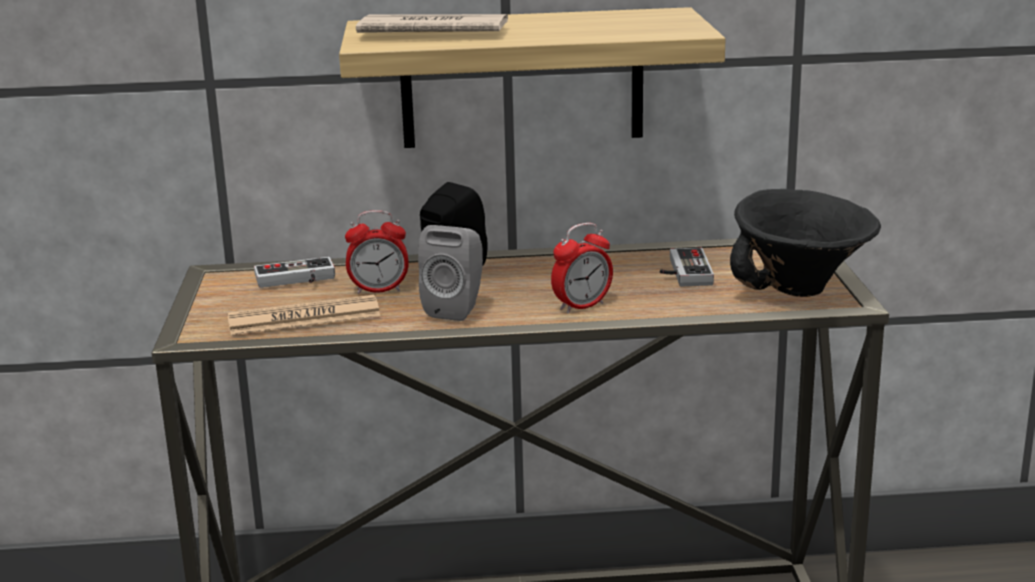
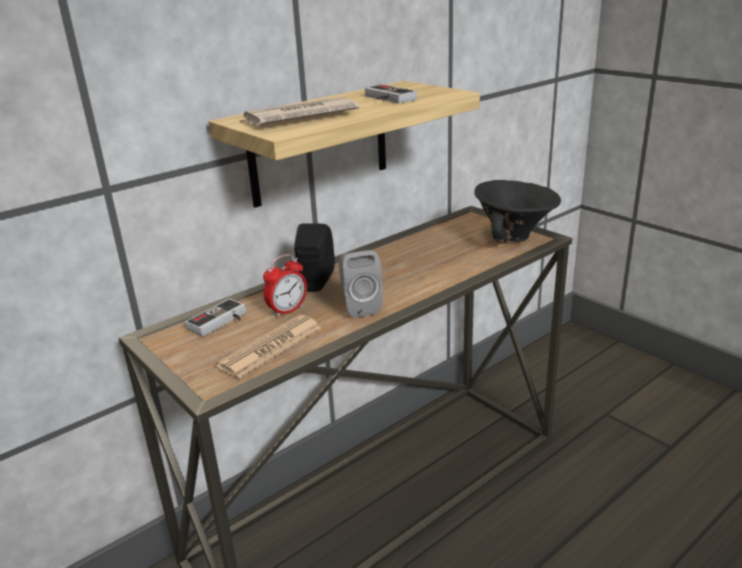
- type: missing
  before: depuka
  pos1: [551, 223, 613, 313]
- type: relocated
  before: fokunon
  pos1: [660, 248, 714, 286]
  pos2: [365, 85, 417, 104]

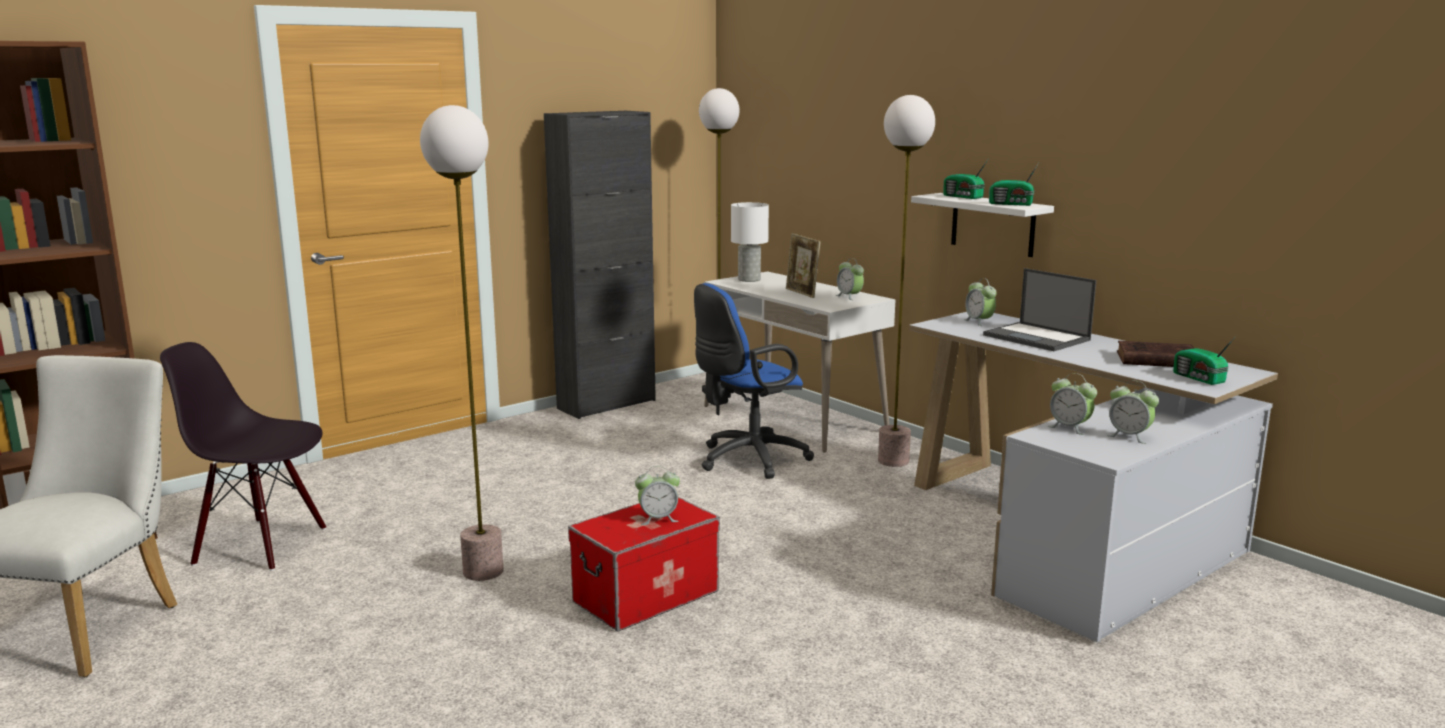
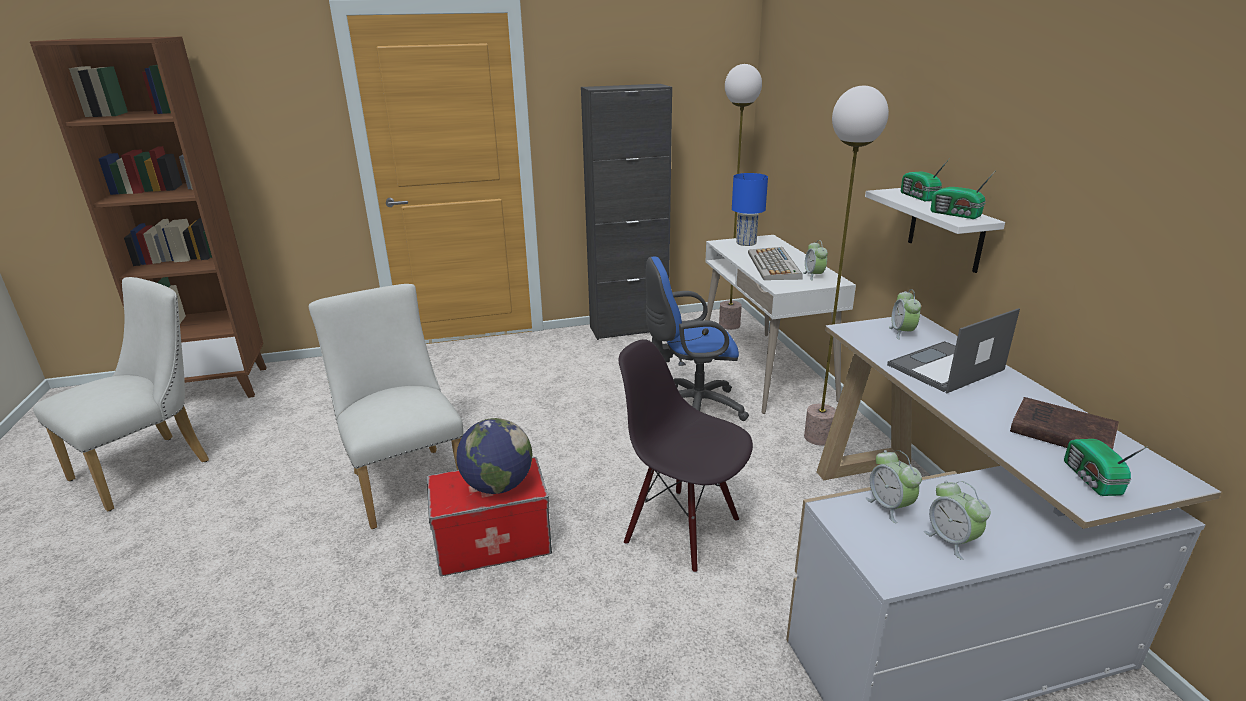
- type: relocated
  before: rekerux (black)
  pos1: [160, 342, 326, 571]
  pos2: [619, 339, 753, 573]
- type: exchanged
  before: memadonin
  after: rekerux (white)
  pos1: [420, 105, 503, 581]
  pos2: [309, 284, 464, 529]
- type: exchanged
  before: depuka
  after: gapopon
  pos1: [635, 466, 680, 525]
  pos2: [457, 418, 532, 494]
- type: colour
  before: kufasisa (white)
  after: kufasisa (blue)
  pos1: [731, 202, 769, 282]
  pos2: [732, 173, 768, 246]
- type: exchanged
  before: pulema
  after: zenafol
  pos1: [786, 233, 821, 298]
  pos2: [748, 247, 803, 280]
- type: spun
  before: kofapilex
  pos1: [983, 268, 1096, 351]
  pos2: [887, 308, 1020, 393]
  turn: 75

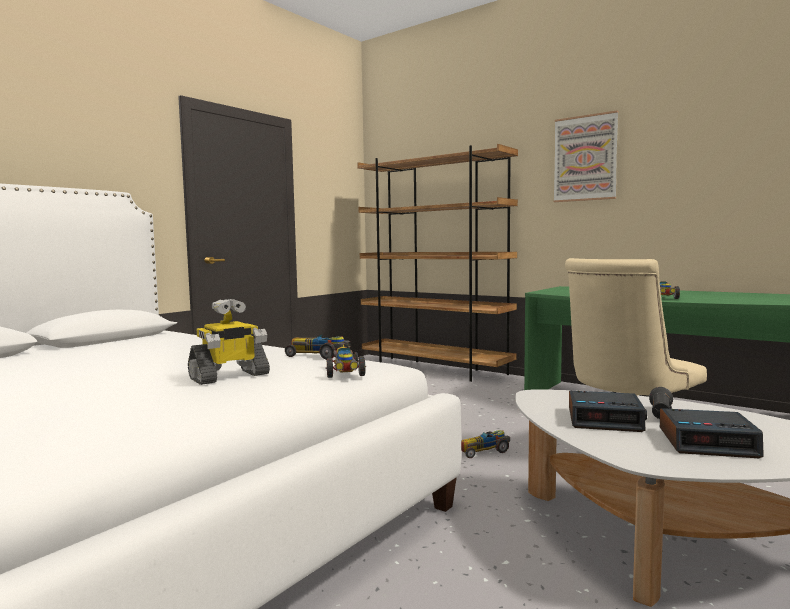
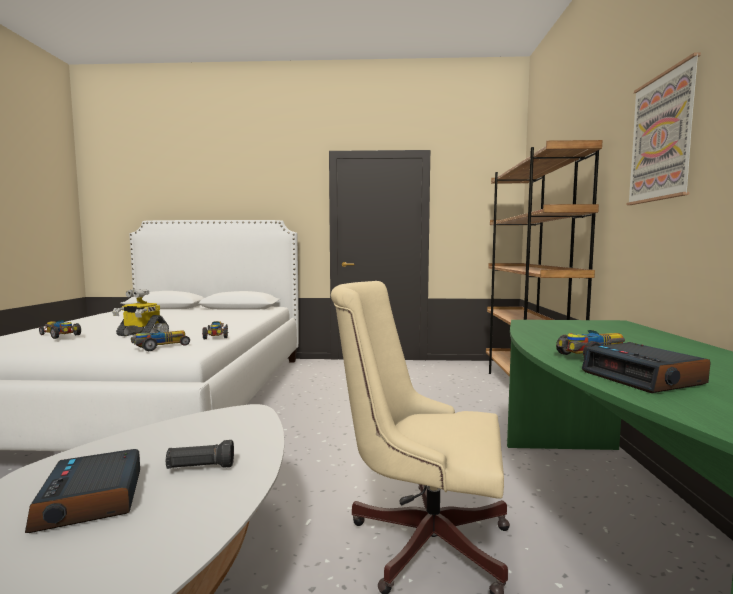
- type: relocated
  before: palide
  pos1: [461, 430, 510, 458]
  pos2: [39, 320, 81, 339]
- type: relocated
  before: depuka
  pos1: [569, 391, 647, 432]
  pos2: [582, 342, 711, 393]

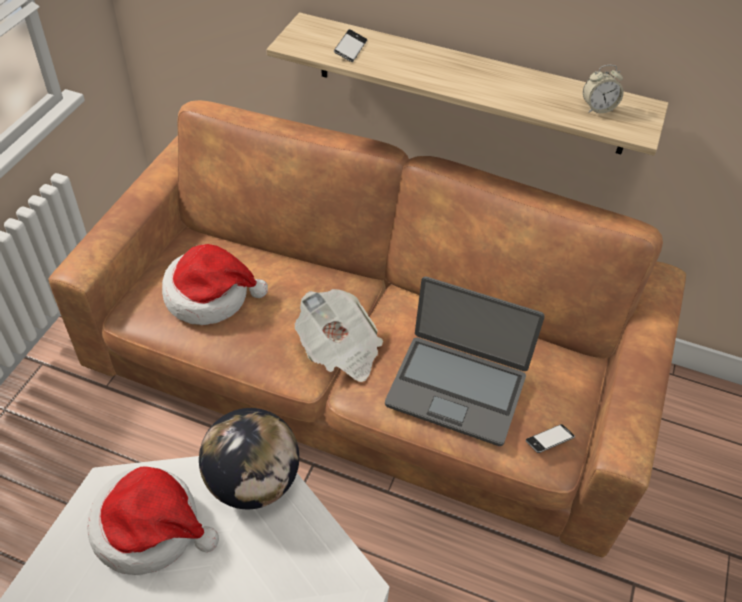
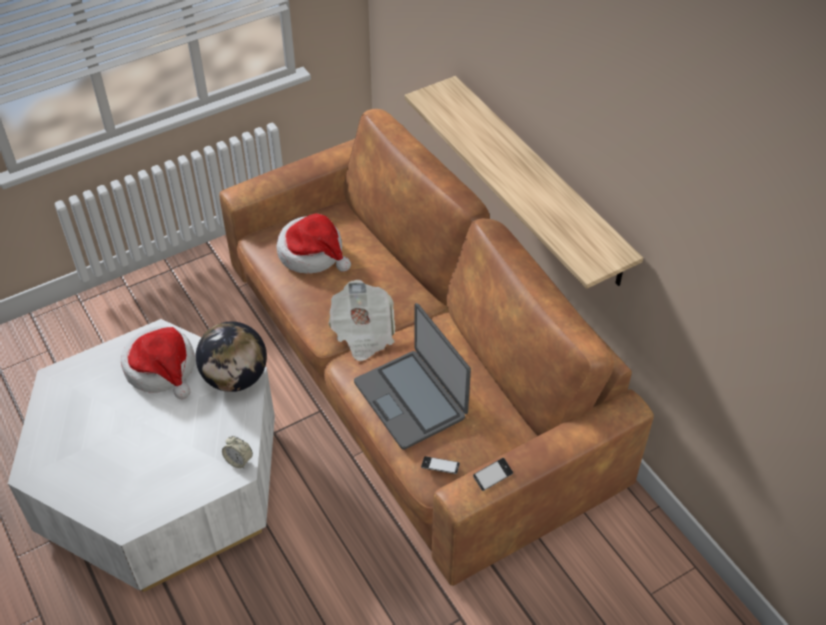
- type: relocated
  before: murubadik
  pos1: [334, 29, 367, 62]
  pos2: [473, 458, 513, 491]
- type: relocated
  before: depuka
  pos1: [583, 65, 624, 113]
  pos2: [222, 436, 253, 468]

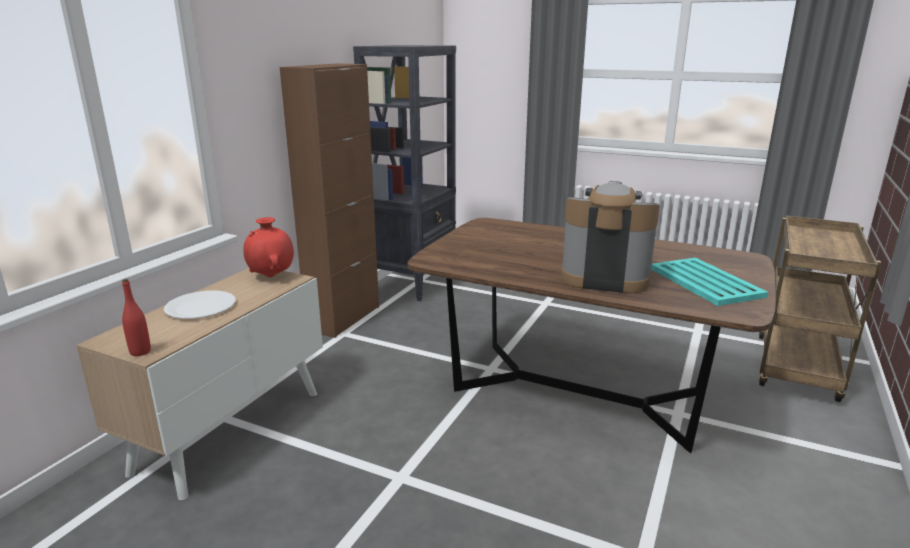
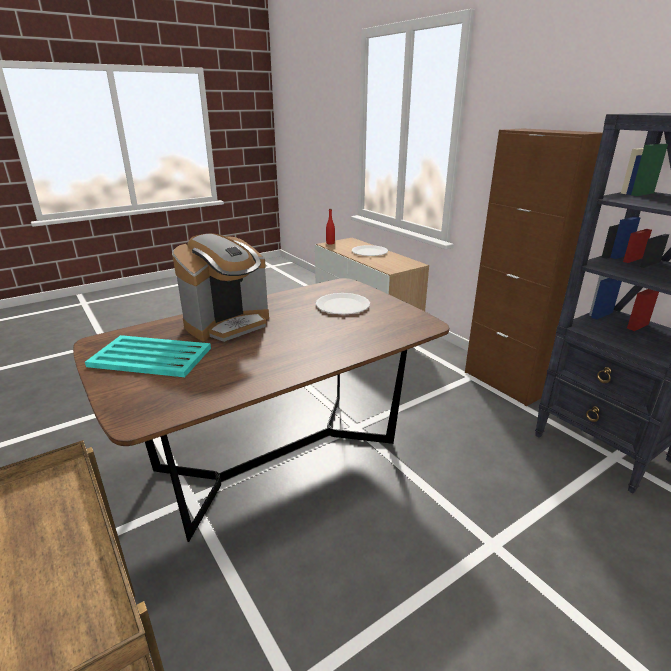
- type: missing
  before: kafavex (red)
  pos1: [243, 217, 294, 277]
- type: appeared
  after: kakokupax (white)
  pos2: [316, 293, 370, 314]

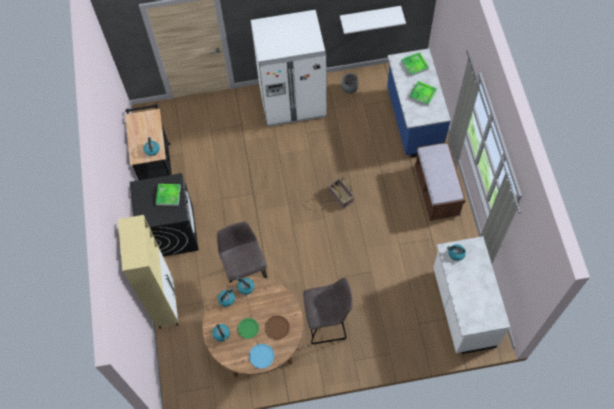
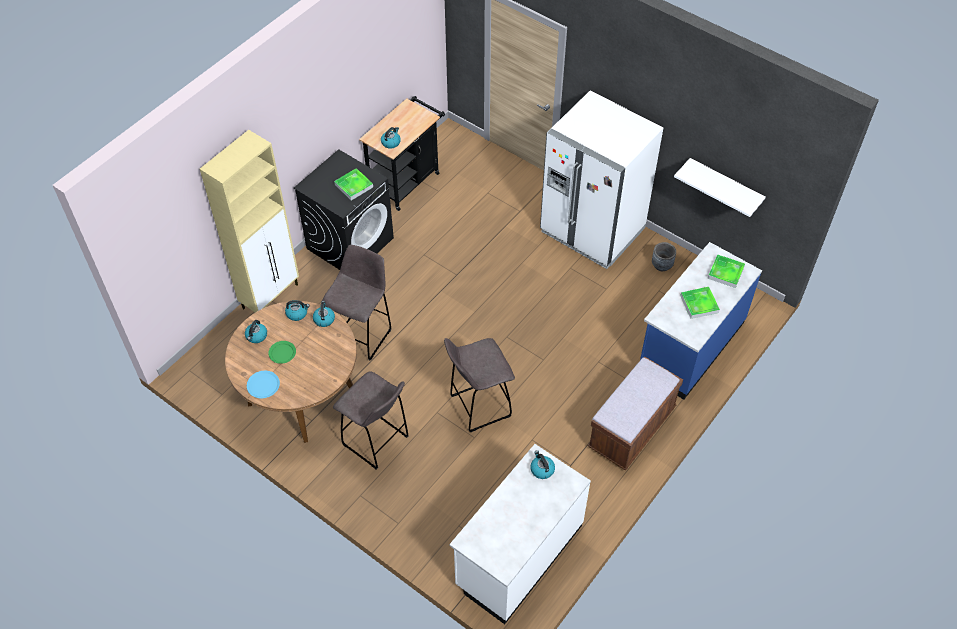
- type: missing
  before: kakokupax (brown)
  pos1: [265, 315, 290, 340]
- type: missing
  before: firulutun
  pos1: [328, 177, 355, 209]
- type: appeared
  after: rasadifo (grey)
  pos2: [444, 338, 515, 432]

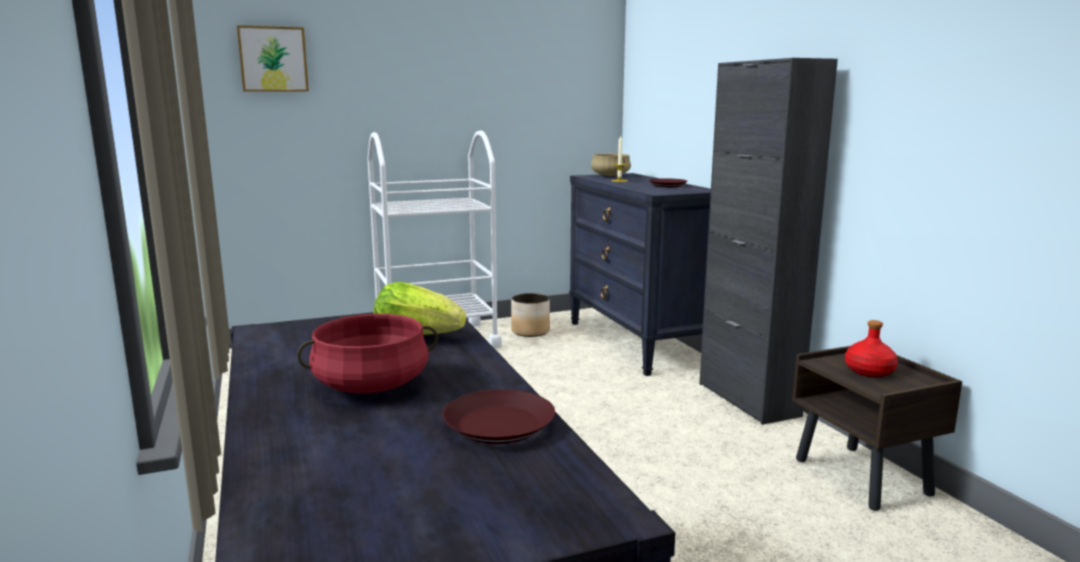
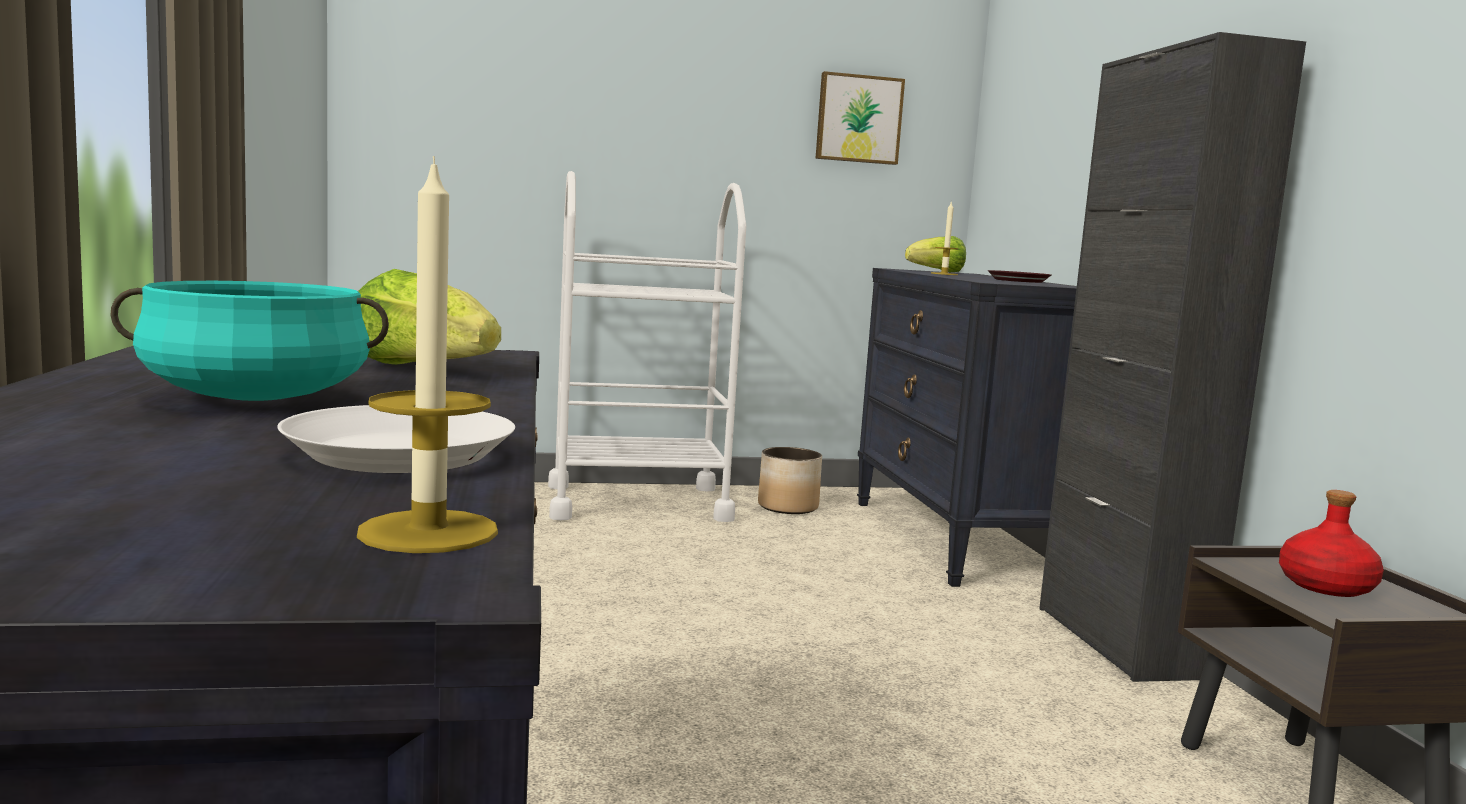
- type: relocated
  before: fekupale
  pos1: [237, 25, 309, 92]
  pos2: [815, 71, 905, 165]
- type: colour
  before: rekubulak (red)
  after: rekubulak (turquoise)
  pos1: [297, 314, 438, 394]
  pos2: [110, 281, 389, 401]
- type: colour
  before: kakokupax (brown)
  after: kakokupax (white)
  pos1: [442, 389, 555, 444]
  pos2: [277, 405, 515, 473]
- type: exchanged
  before: rekubulak (beige)
  after: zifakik
  pos1: [591, 154, 631, 176]
  pos2: [905, 236, 966, 272]
- type: appeared
  after: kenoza
  pos2: [357, 156, 498, 553]

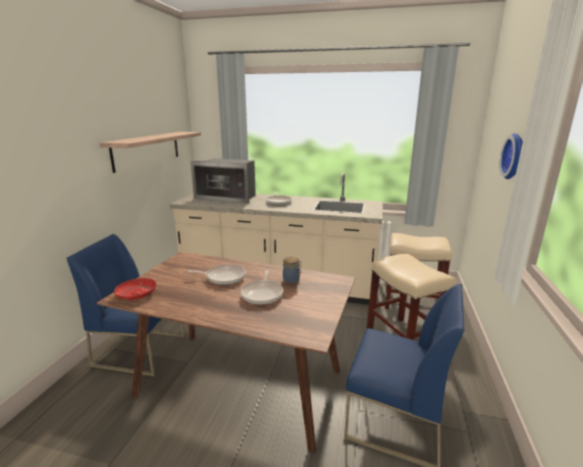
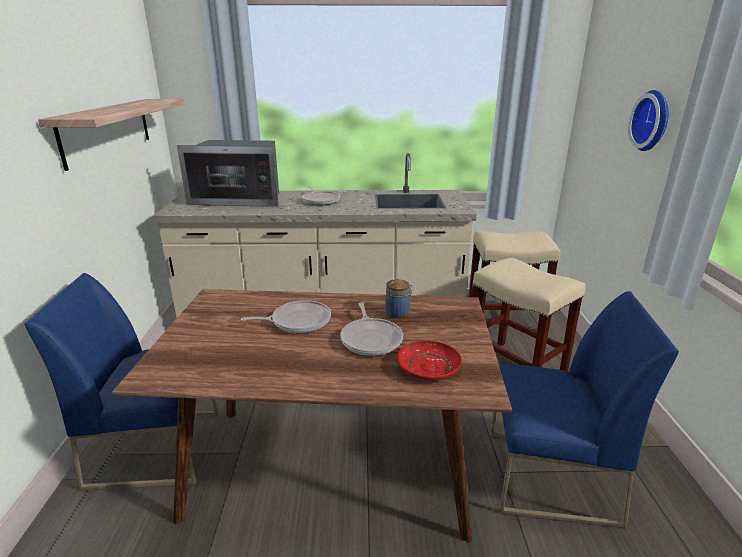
- type: relocated
  before: kakokupax (red)
  pos1: [114, 278, 156, 300]
  pos2: [397, 341, 462, 381]

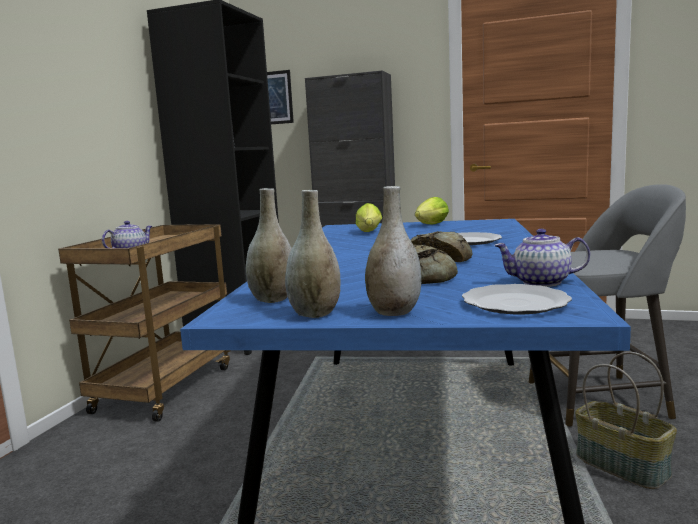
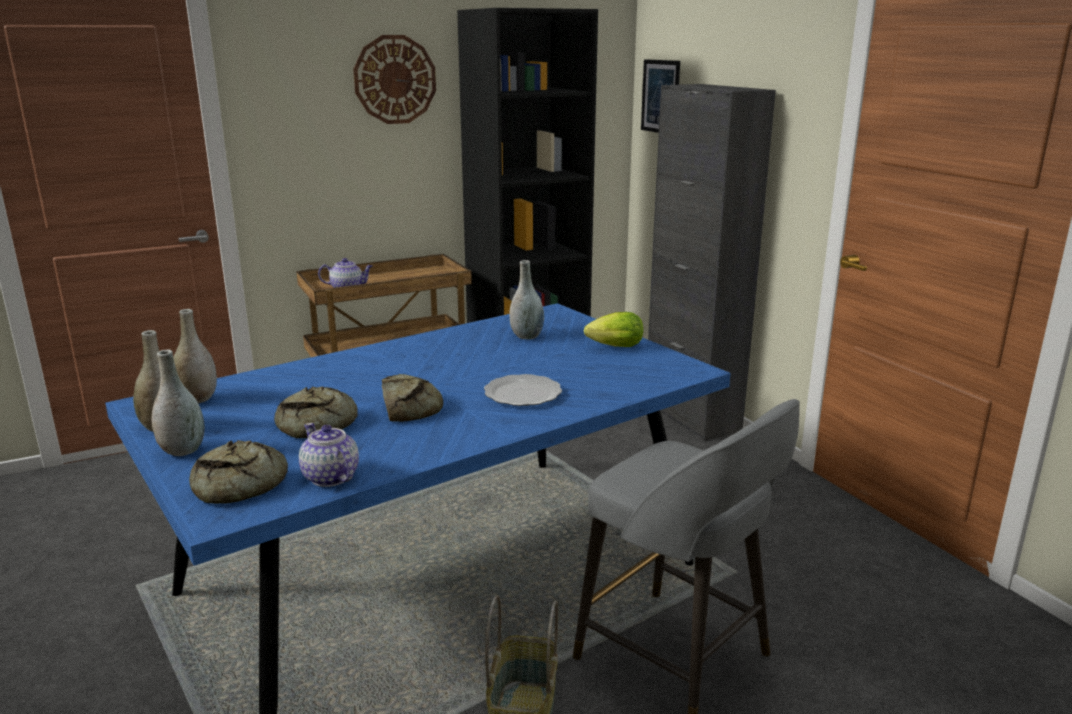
- type: exchanged
  before: zifakik
  after: kafavex (grey)
  pos1: [356, 203, 382, 232]
  pos2: [509, 260, 544, 339]
- type: exchanged
  before: kakokupax
  after: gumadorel
  pos1: [462, 284, 572, 314]
  pos2: [189, 440, 288, 504]
- type: appeared
  after: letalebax
  pos2: [353, 35, 436, 124]

